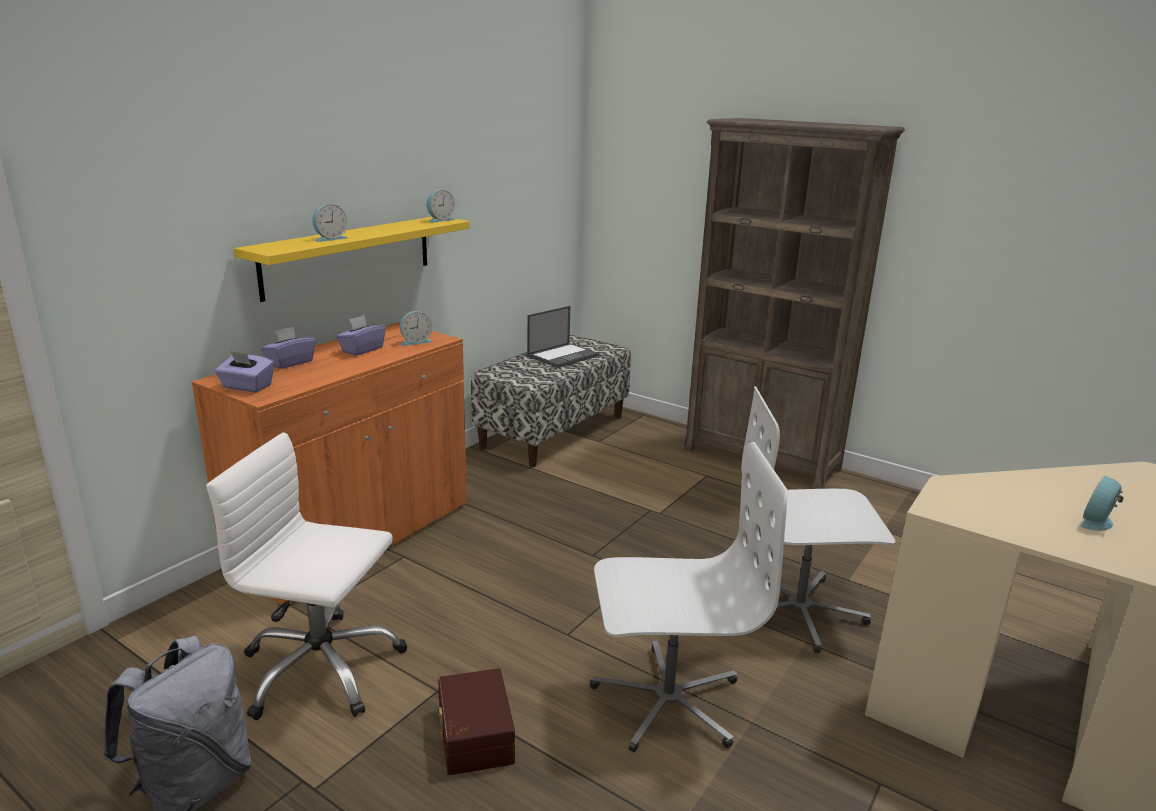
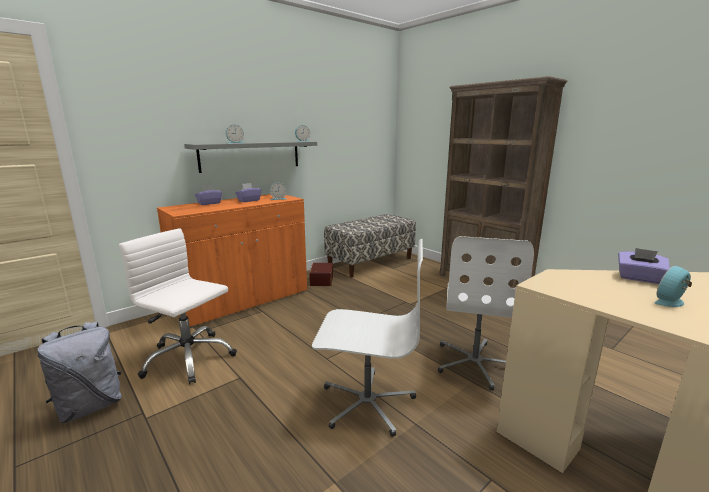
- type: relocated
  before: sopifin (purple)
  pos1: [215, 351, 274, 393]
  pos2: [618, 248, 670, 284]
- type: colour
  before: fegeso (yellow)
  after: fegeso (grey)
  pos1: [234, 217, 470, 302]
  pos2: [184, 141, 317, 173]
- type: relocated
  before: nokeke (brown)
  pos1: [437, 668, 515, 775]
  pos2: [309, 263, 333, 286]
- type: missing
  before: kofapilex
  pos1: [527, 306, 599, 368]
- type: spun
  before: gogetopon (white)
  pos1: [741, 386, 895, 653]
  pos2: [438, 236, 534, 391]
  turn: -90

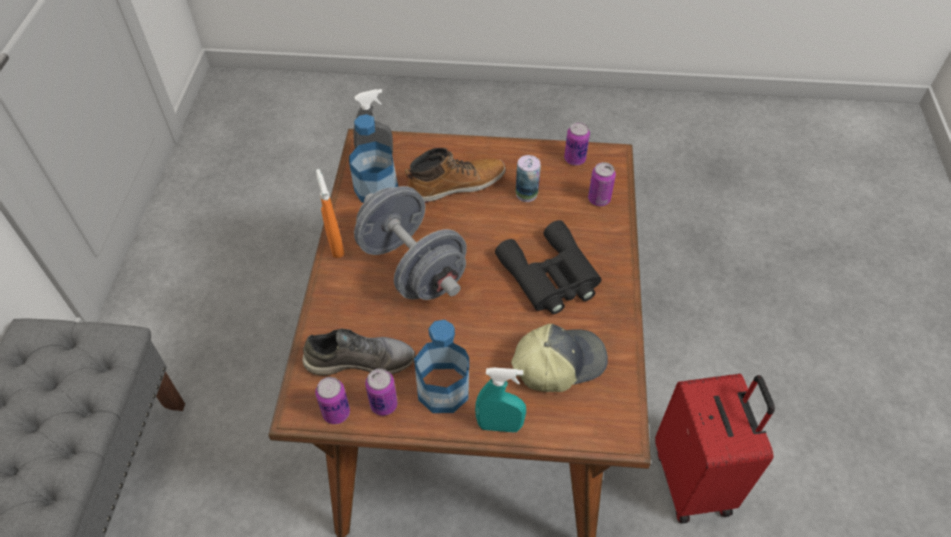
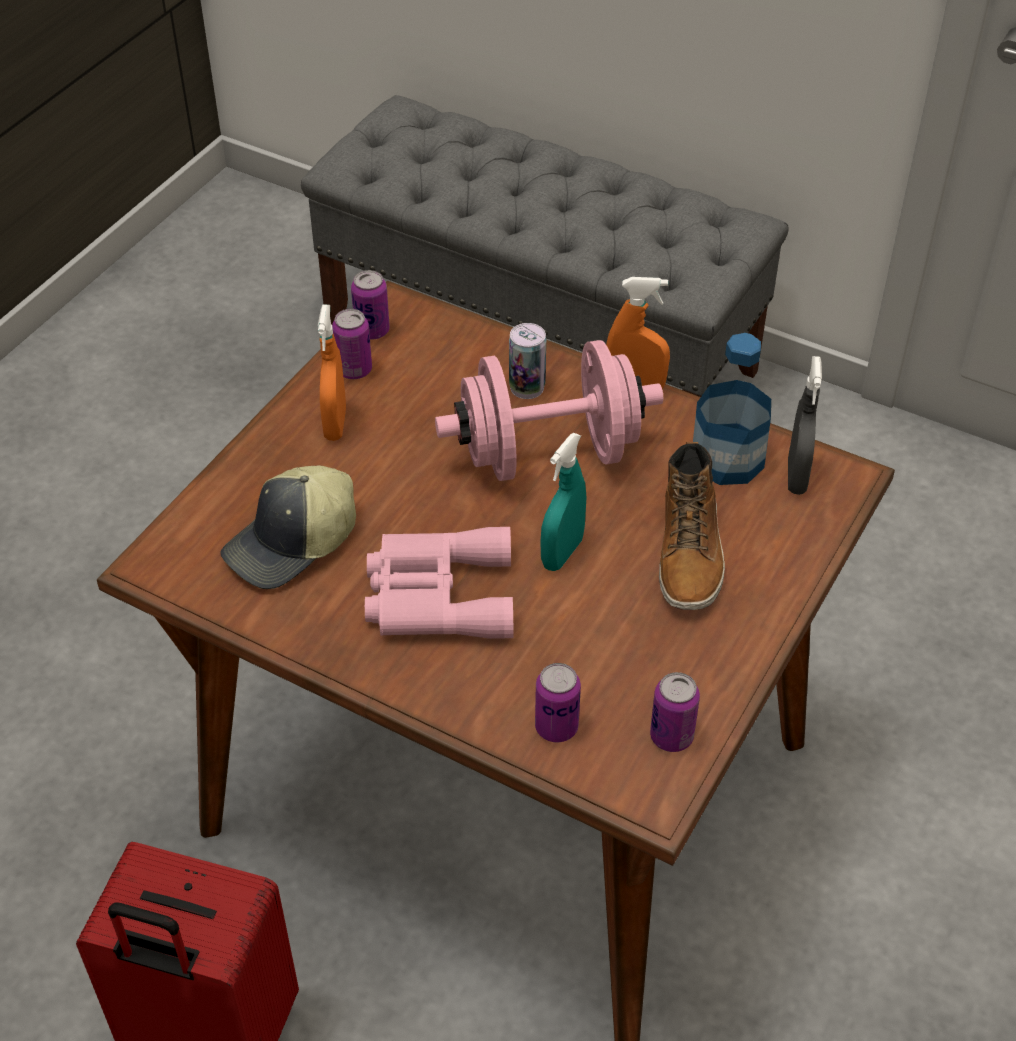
- type: missing
  before: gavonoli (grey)
  pos1: [302, 329, 415, 376]
- type: colour
  before: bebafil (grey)
  after: bebafil (pink)
  pos1: [354, 186, 467, 300]
  pos2: [435, 340, 663, 481]
- type: exchanged
  before: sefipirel
  after: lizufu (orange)
  pos1: [414, 320, 469, 413]
  pos2: [318, 305, 346, 441]
- type: relocated
  before: lizufu (turquoise)
  pos1: [475, 367, 526, 432]
  pos2: [541, 433, 586, 571]
- type: colour
  before: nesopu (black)
  after: nesopu (pink)
  pos1: [495, 220, 602, 314]
  pos2: [365, 527, 513, 639]
- type: spun
  before: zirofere
  pos1: [511, 324, 608, 392]
  pos2: [220, 465, 356, 589]
  turn: 45
- type: relocated
  before: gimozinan
  pos1: [516, 155, 541, 202]
  pos2: [509, 323, 546, 399]

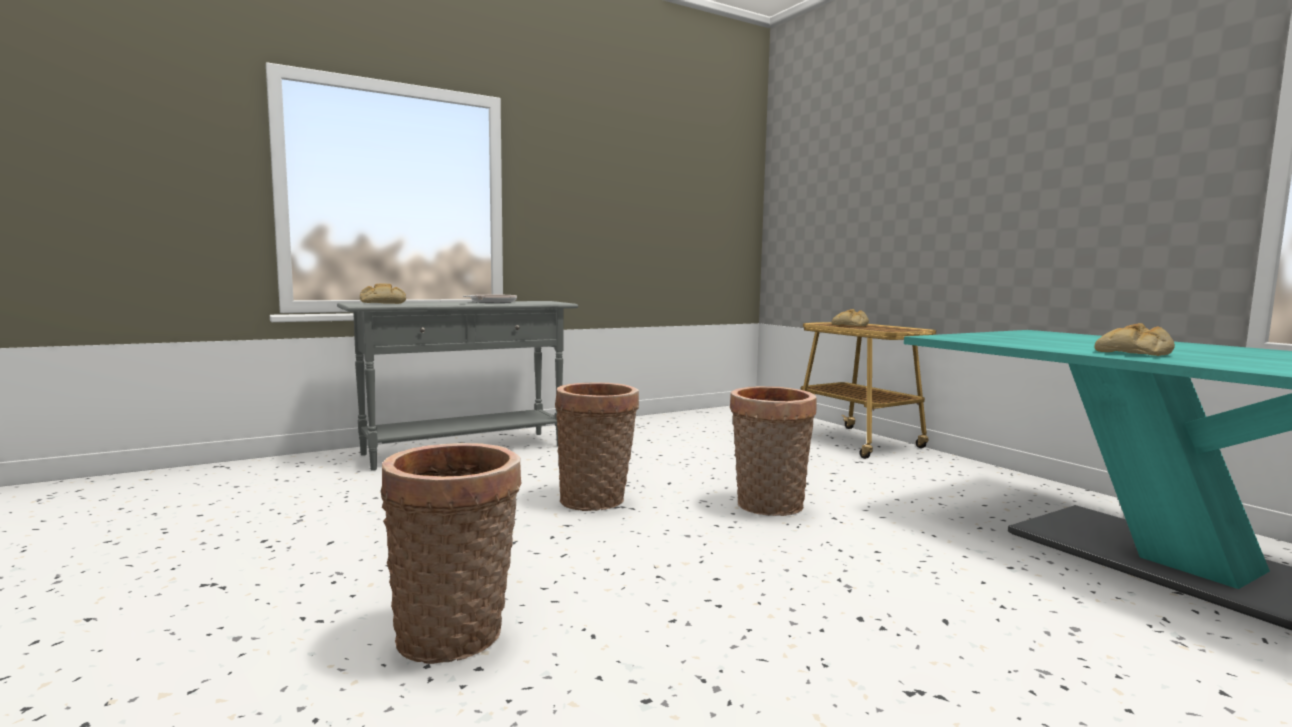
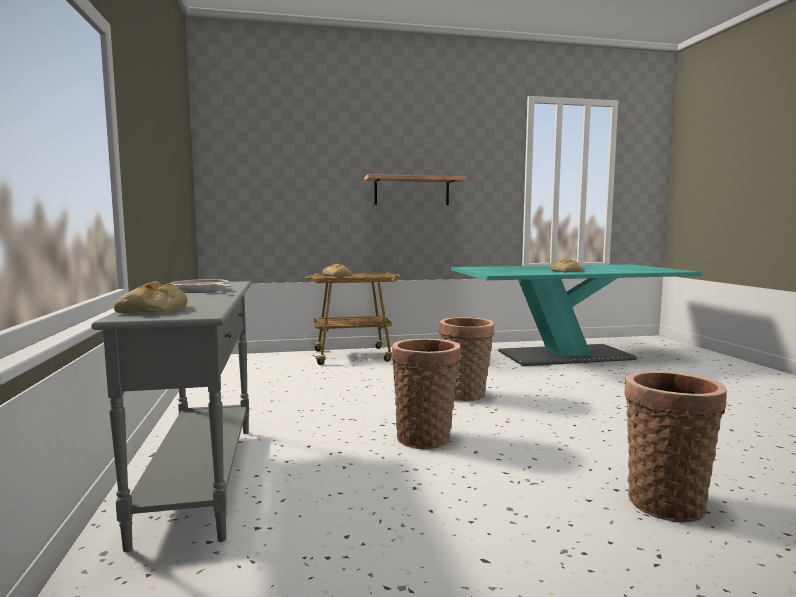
- type: appeared
  after: fegeso
  pos2: [364, 174, 467, 205]

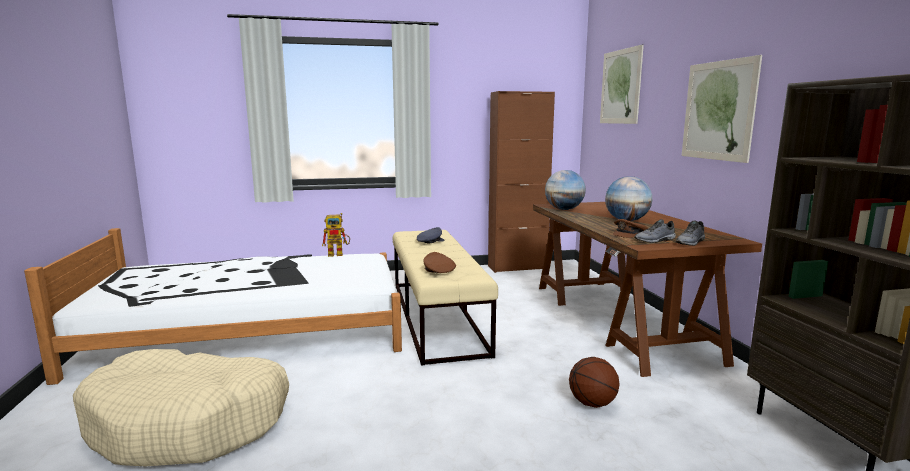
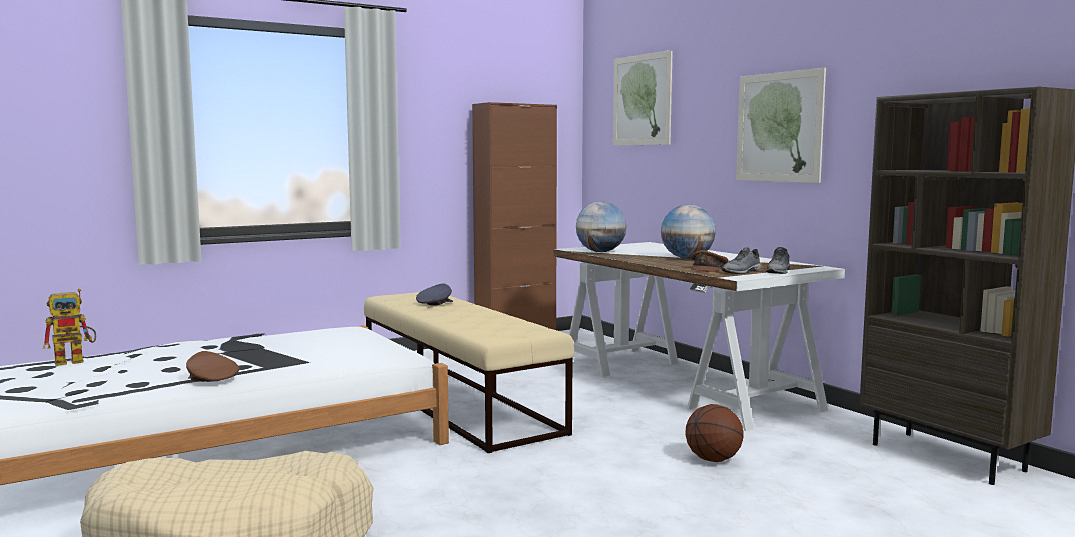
- type: relocated
  before: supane
  pos1: [322, 213, 350, 257]
  pos2: [43, 289, 96, 366]
- type: relocated
  before: zirofere (brown)
  pos1: [424, 252, 456, 273]
  pos2: [186, 351, 239, 382]
- type: colour
  before: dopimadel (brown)
  after: dopimadel (white)
  pos1: [533, 202, 762, 377]
  pos2: [554, 242, 845, 431]

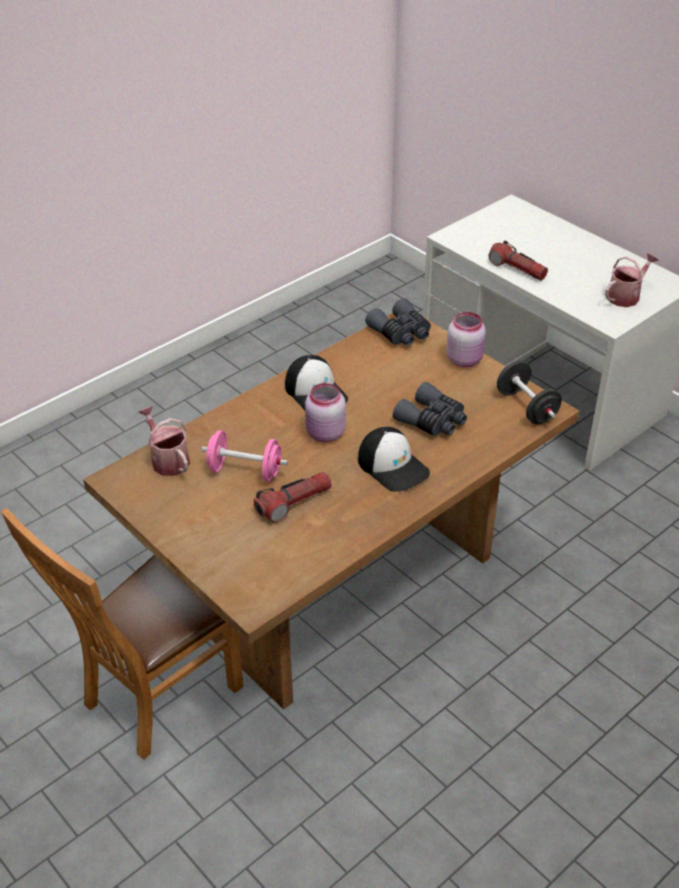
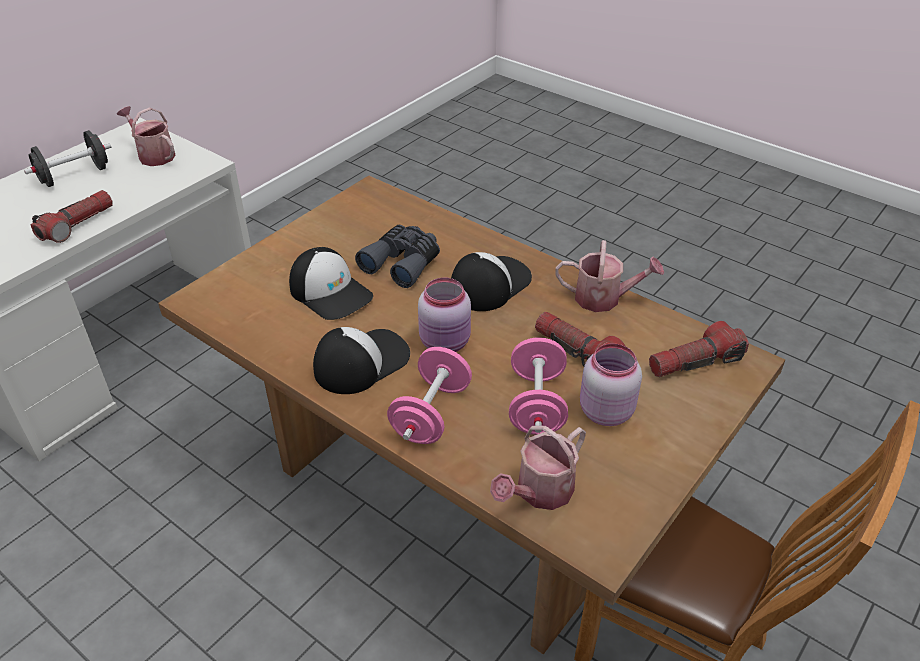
- type: missing
  before: nesopu (grey)
  pos1: [365, 298, 431, 346]
- type: relocated
  before: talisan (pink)
  pos1: [447, 312, 486, 367]
  pos2: [580, 343, 642, 426]
- type: relocated
  before: bebafil (black)
  pos1: [497, 360, 562, 424]
  pos2: [24, 130, 111, 187]
- type: appeared
  after: zirofere
  pos2: [289, 247, 373, 320]
- type: appeared
  after: bebafil (pink)
  pos2: [387, 347, 472, 444]
- type: appeared
  after: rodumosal
  pos2: [556, 240, 664, 312]
- type: appeared
  after: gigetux
  pos2: [649, 321, 749, 377]

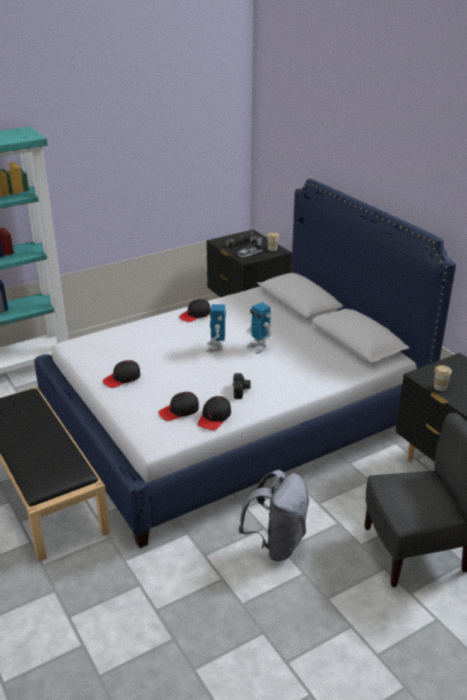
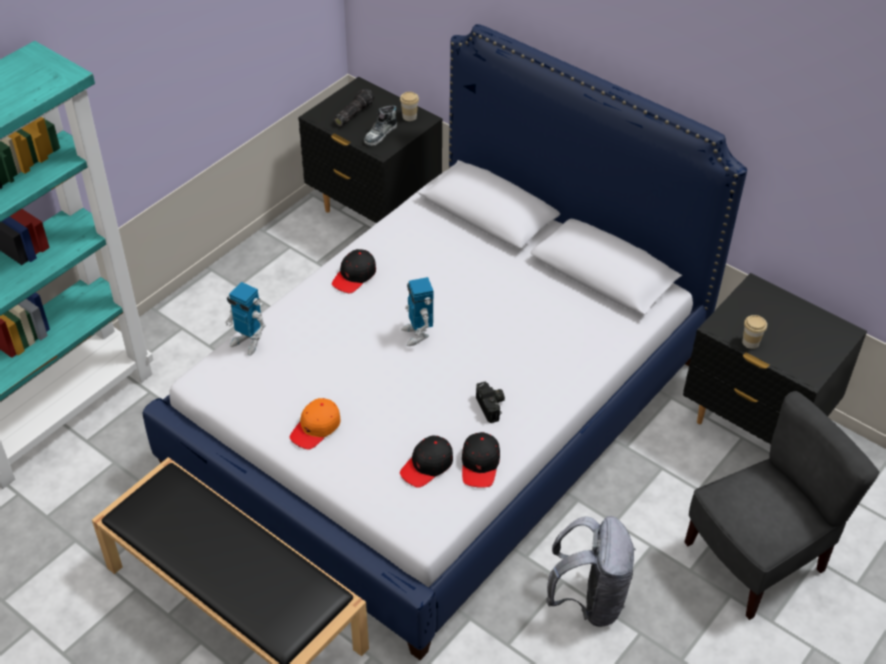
- type: colour
  before: zirofere (black)
  after: zirofere (orange)
  pos1: [103, 360, 140, 388]
  pos2: [290, 398, 341, 450]
- type: relocated
  before: supane
  pos1: [246, 302, 271, 354]
  pos2: [225, 282, 266, 356]

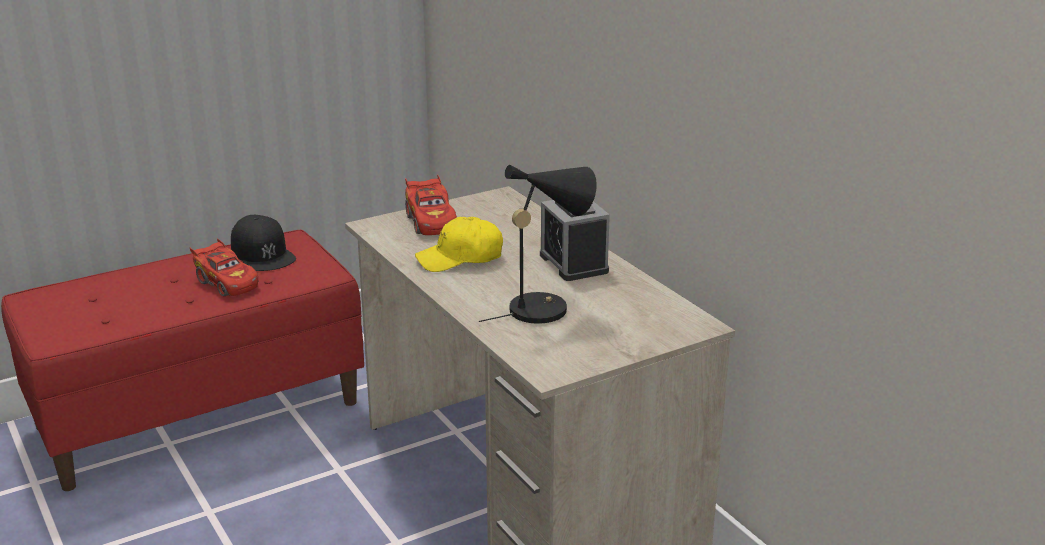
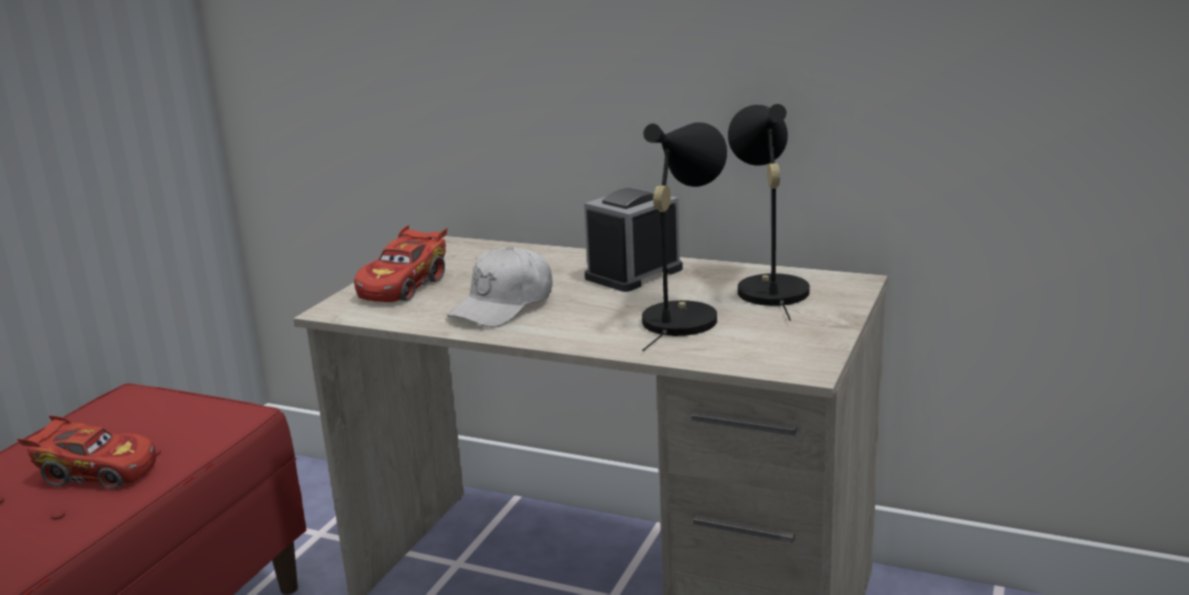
- type: missing
  before: zirofere (black)
  pos1: [231, 215, 296, 271]
- type: spun
  before: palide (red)
  pos1: [405, 175, 457, 235]
  pos2: [354, 225, 447, 302]
  turn: 75
- type: colour
  before: zirofere (yellow)
  after: zirofere (white)
  pos1: [415, 217, 503, 272]
  pos2: [447, 246, 553, 328]
- type: spun
  before: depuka
  pos1: [540, 200, 610, 281]
  pos2: [584, 188, 683, 292]
  turn: 105
- type: appeared
  after: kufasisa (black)
  pos2: [728, 104, 810, 321]

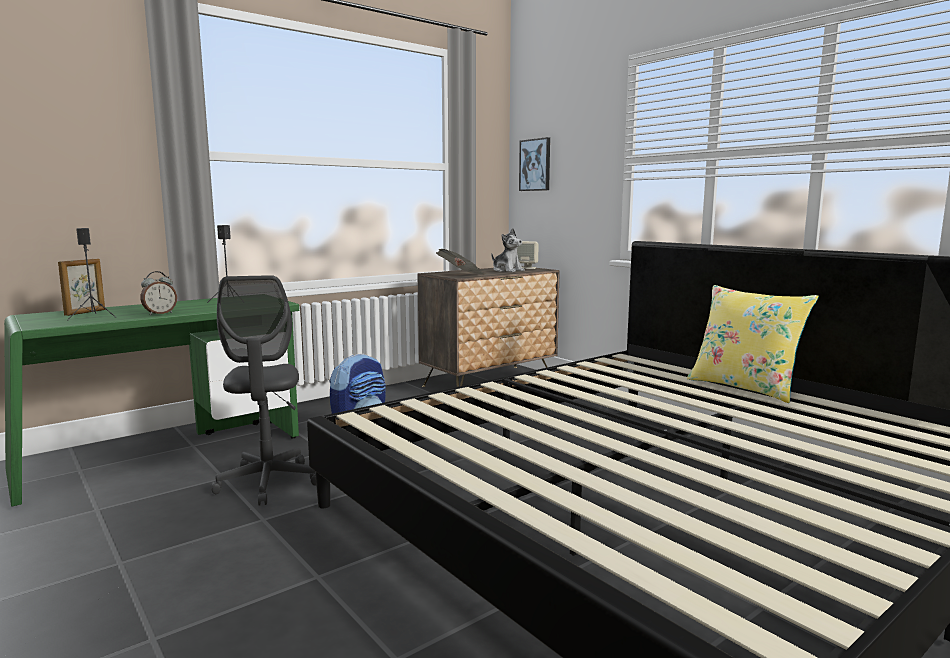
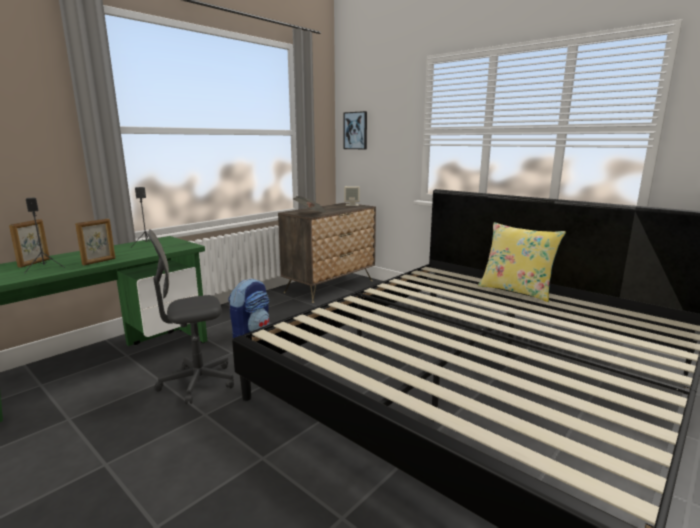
- type: exchanged
  before: depuka
  after: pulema
  pos1: [140, 271, 177, 315]
  pos2: [75, 219, 116, 265]
- type: spun
  before: gogetopon (grey)
  pos1: [211, 275, 316, 506]
  pos2: [148, 230, 234, 404]
  turn: 90
- type: missing
  before: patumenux
  pos1: [491, 228, 525, 272]

